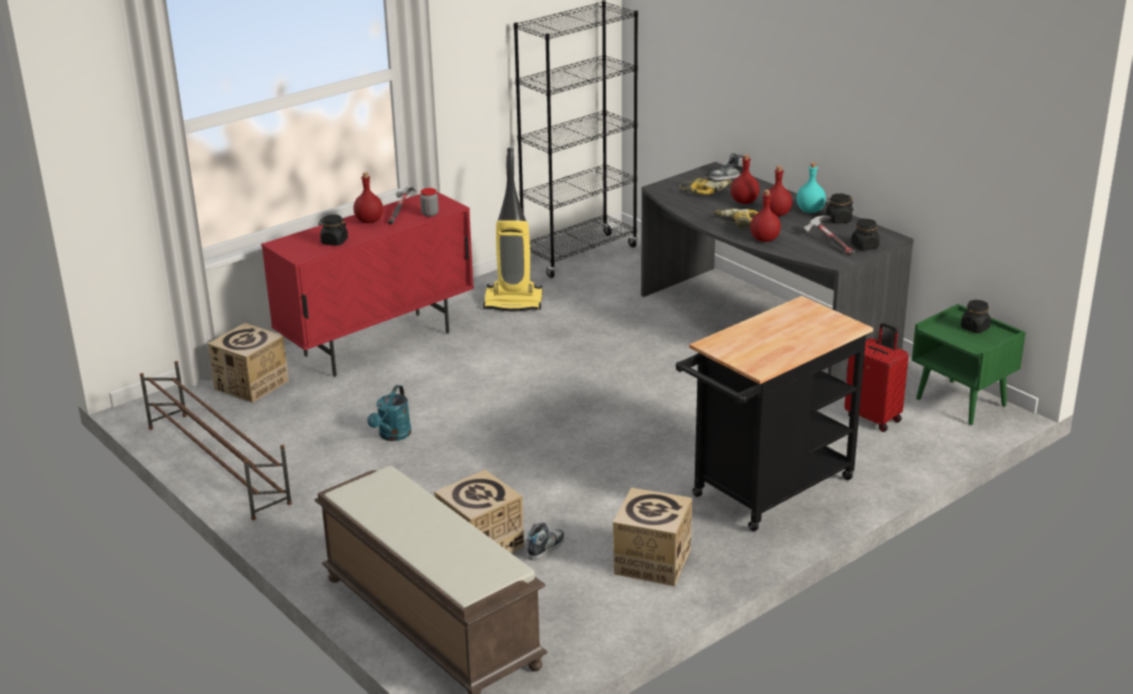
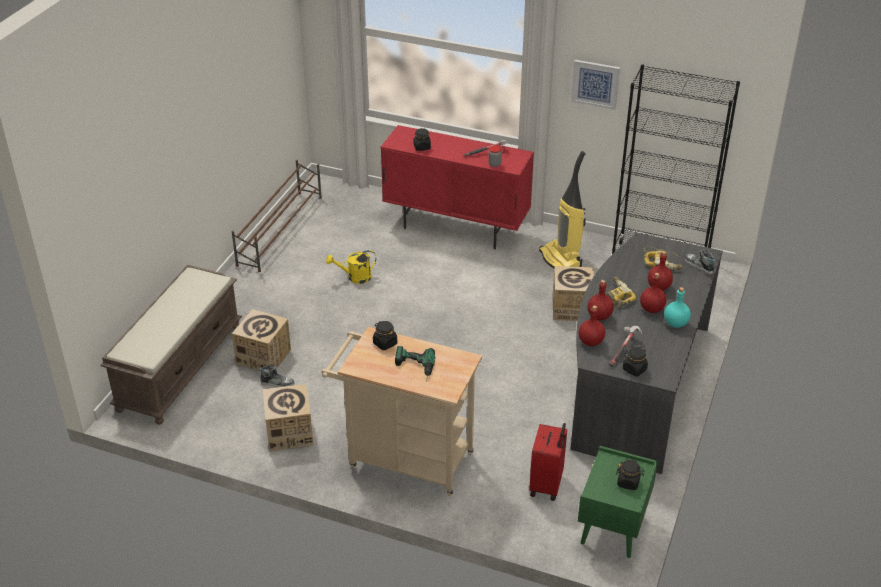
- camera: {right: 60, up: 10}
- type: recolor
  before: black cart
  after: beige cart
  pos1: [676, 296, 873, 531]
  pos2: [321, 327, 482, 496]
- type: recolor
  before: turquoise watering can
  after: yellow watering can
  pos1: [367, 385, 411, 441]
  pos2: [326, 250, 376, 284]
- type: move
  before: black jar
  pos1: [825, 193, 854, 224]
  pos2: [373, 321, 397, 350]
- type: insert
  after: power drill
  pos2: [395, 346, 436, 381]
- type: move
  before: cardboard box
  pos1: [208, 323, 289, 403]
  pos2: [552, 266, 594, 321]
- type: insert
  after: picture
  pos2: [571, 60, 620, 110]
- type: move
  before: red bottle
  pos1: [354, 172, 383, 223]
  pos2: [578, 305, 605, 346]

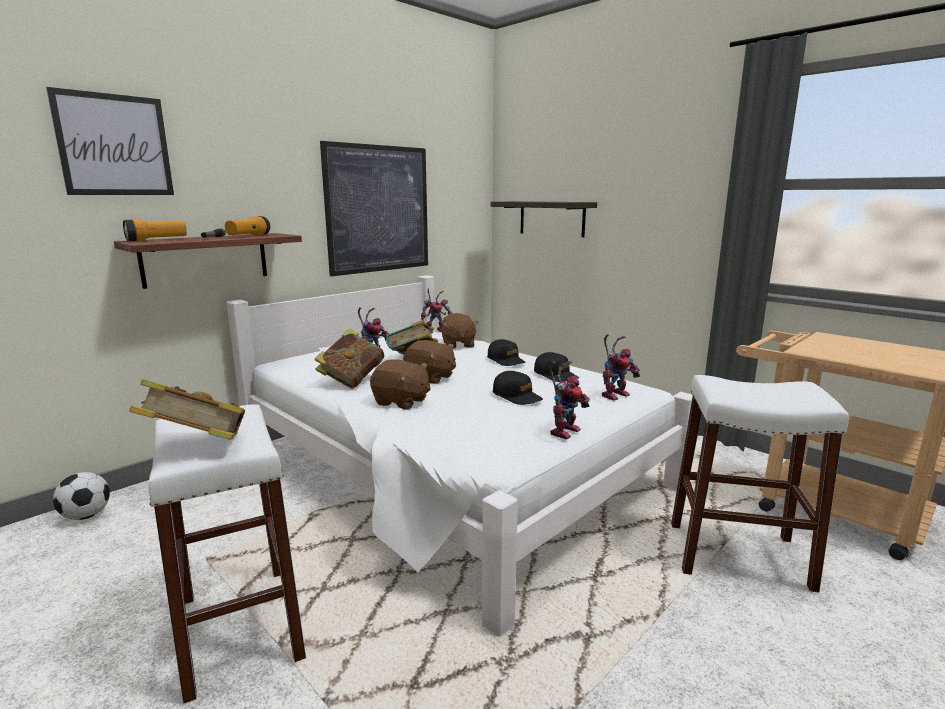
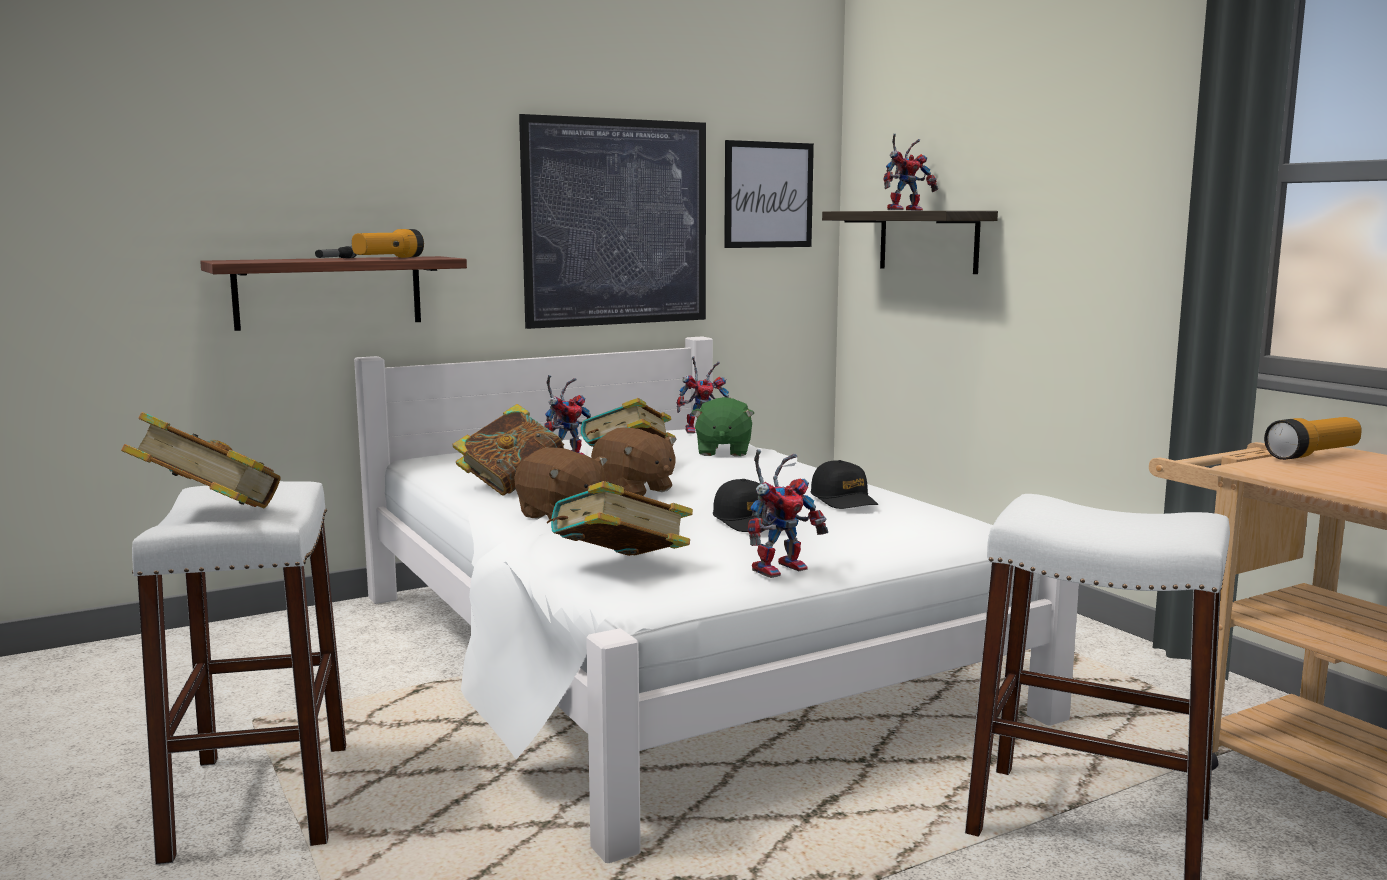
- camera: {right: 15, up: -5}
- type: insert
  after: book
  pos2: [547, 481, 693, 556]
- type: recolor
  before: brown plush toy
  after: green plush toy
  pos1: [441, 313, 478, 349]
  pos2: [692, 397, 754, 457]
- type: move
  before: picture
  pos1: [46, 87, 174, 195]
  pos2: [724, 140, 814, 248]
- type: move
  before: toy robot
  pos1: [602, 334, 640, 401]
  pos2: [883, 134, 938, 211]
- type: move
  before: flashlight
  pos1: [123, 220, 187, 242]
  pos2: [1264, 417, 1361, 460]
- type: delete
  before: football
  pos1: [53, 472, 110, 520]
- type: delete
  before: black cap
  pos1: [487, 339, 526, 366]

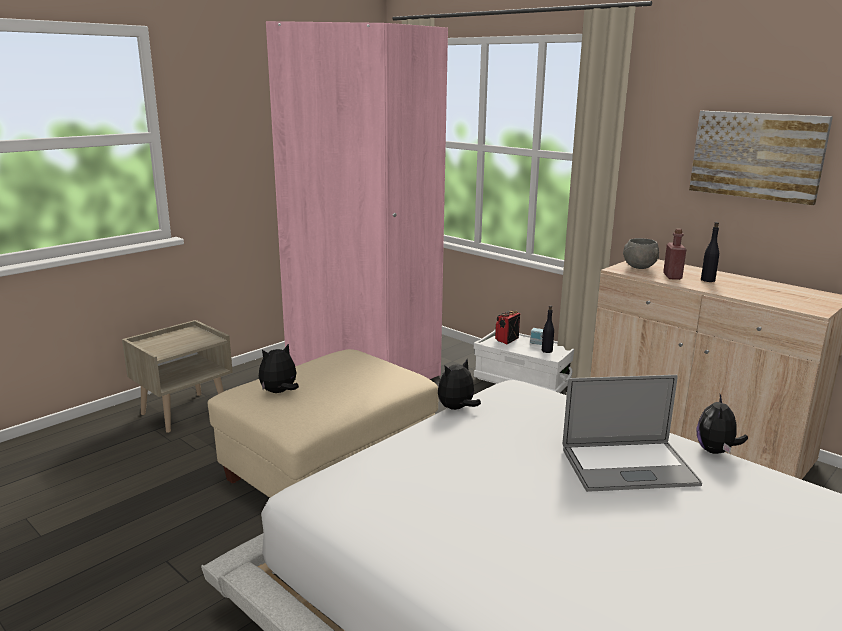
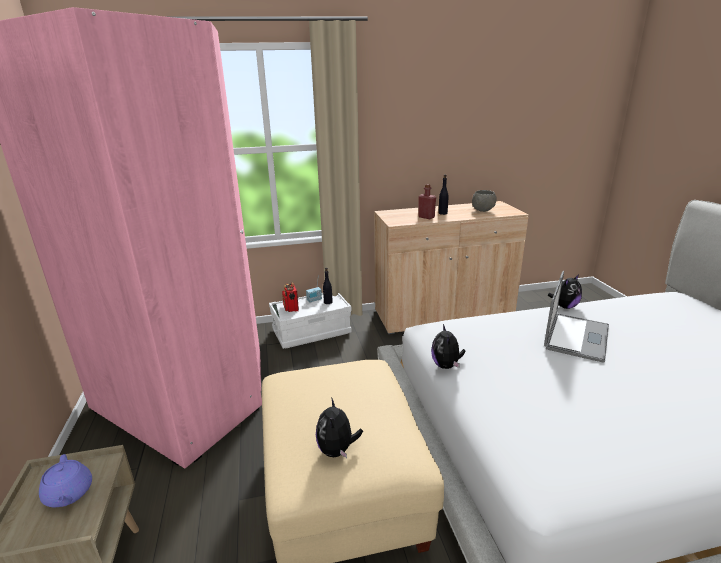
- camera: {right: -55, up: 5}
- type: insert
  after: purple teapot
  pos2: [39, 454, 92, 507]
- type: move
  before: grey bowl
  pos1: [623, 238, 659, 269]
  pos2: [472, 190, 497, 212]
- type: rotate
  before: plush toy
  pos1: [696, 394, 748, 454]
  pos2: [548, 274, 582, 309]
  turn: -90
- type: delete
  before: picture
  pos1: [689, 111, 833, 205]

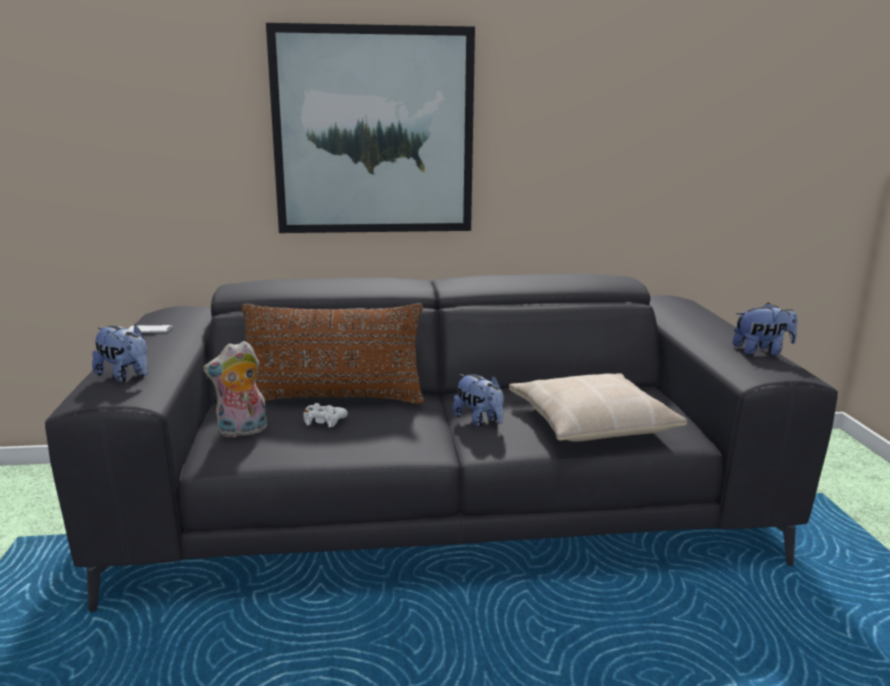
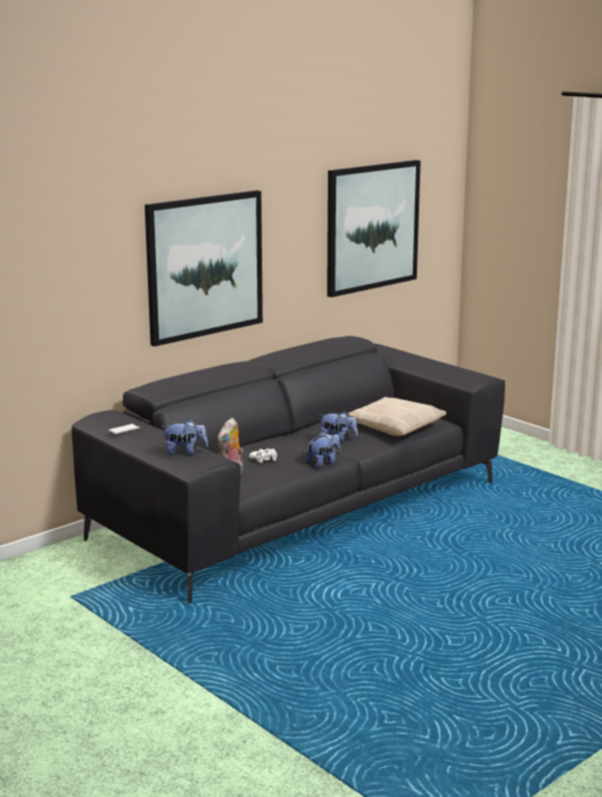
- camera: {right: -35, up: 0}
- type: move
  before: plush toy
  pos1: [733, 302, 798, 355]
  pos2: [306, 432, 340, 468]
- type: insert
  after: picture
  pos2: [327, 160, 421, 297]
- type: delete
  before: brown pillow
  pos1: [242, 303, 424, 404]

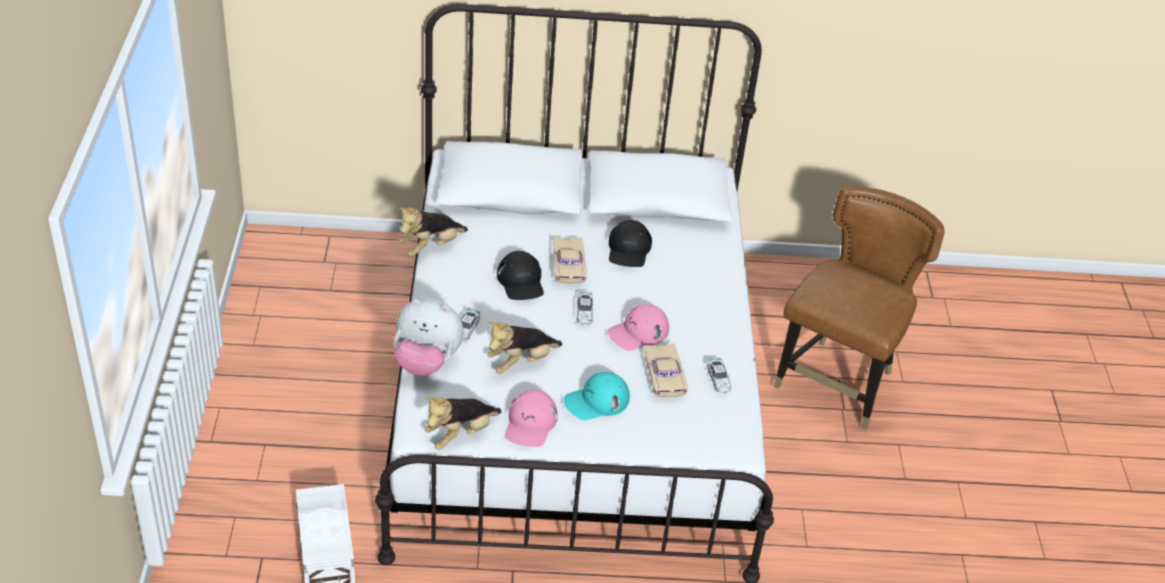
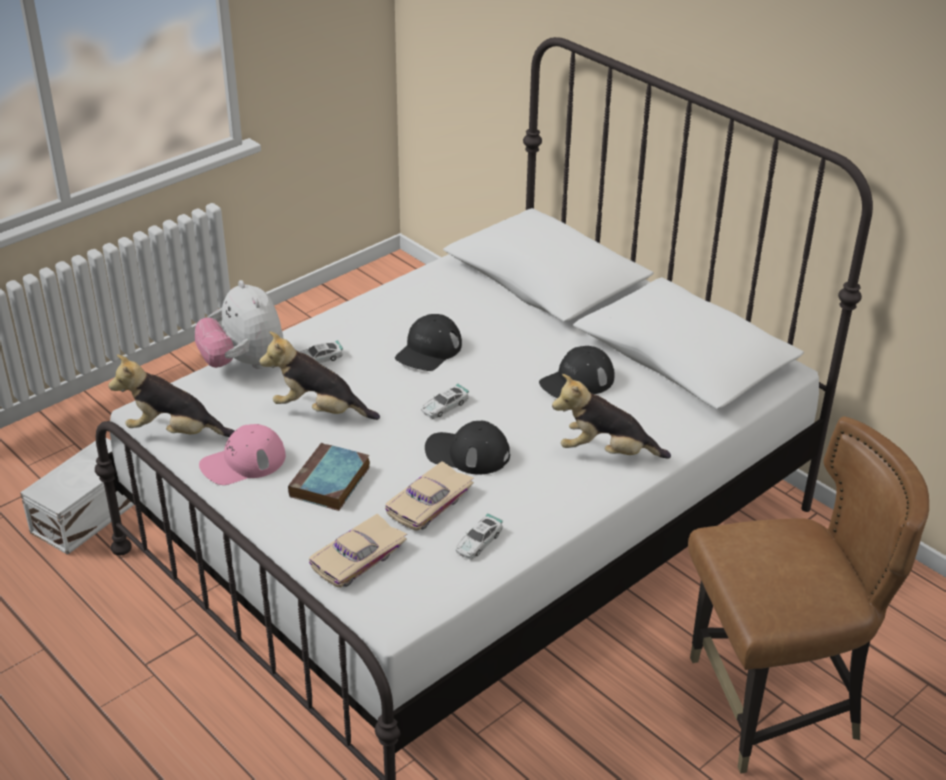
- camera: {right: 50, up: -5}
- type: replace
  before: turquoise cap
  after: book
  pos1: [564, 372, 630, 420]
  pos2: [288, 443, 370, 511]
- type: move
  before: beige toy car
  pos1: [553, 237, 587, 283]
  pos2: [309, 514, 407, 588]
- type: recolor
  before: pink cap
  after: black cap
  pos1: [608, 304, 669, 351]
  pos2: [425, 421, 510, 474]
- type: move
  before: plush toy
  pos1: [399, 207, 468, 257]
  pos2: [552, 374, 671, 458]

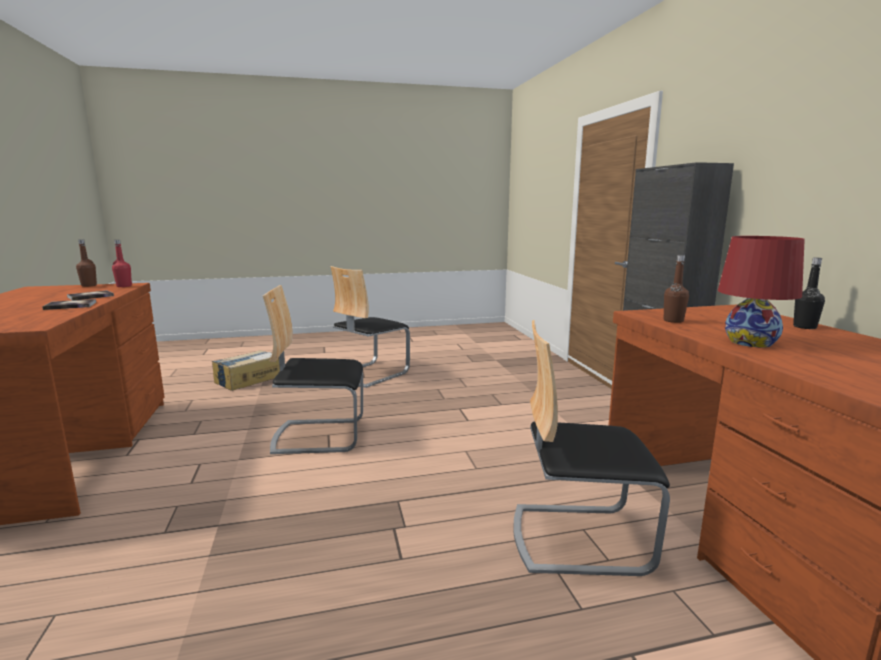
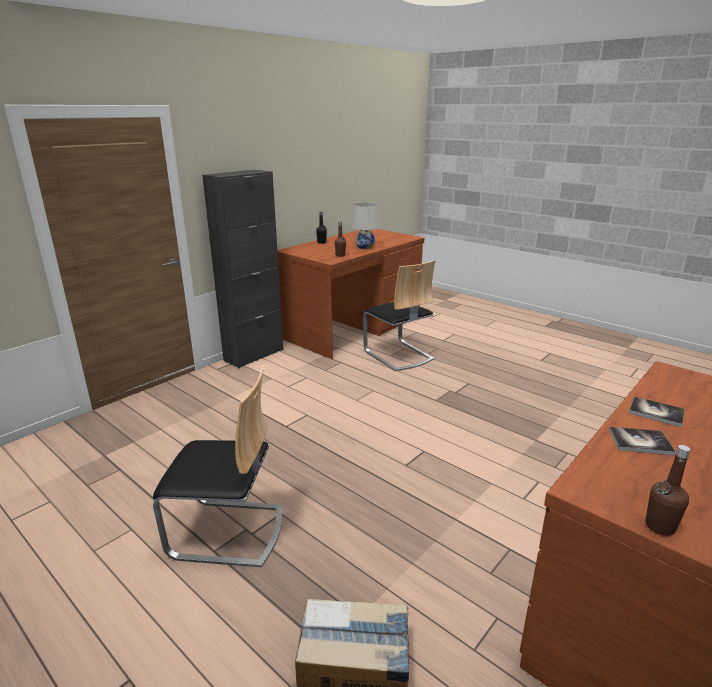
- camera: {right: -125, up: 10}
- type: recolor
  before: red table lamp
  after: white table lamp
  pos1: [718, 236, 805, 347]
  pos2: [351, 202, 380, 249]
- type: delete
  before: red bottle
  pos1: [112, 240, 132, 287]
- type: delete
  before: chair
  pos1: [263, 285, 363, 454]

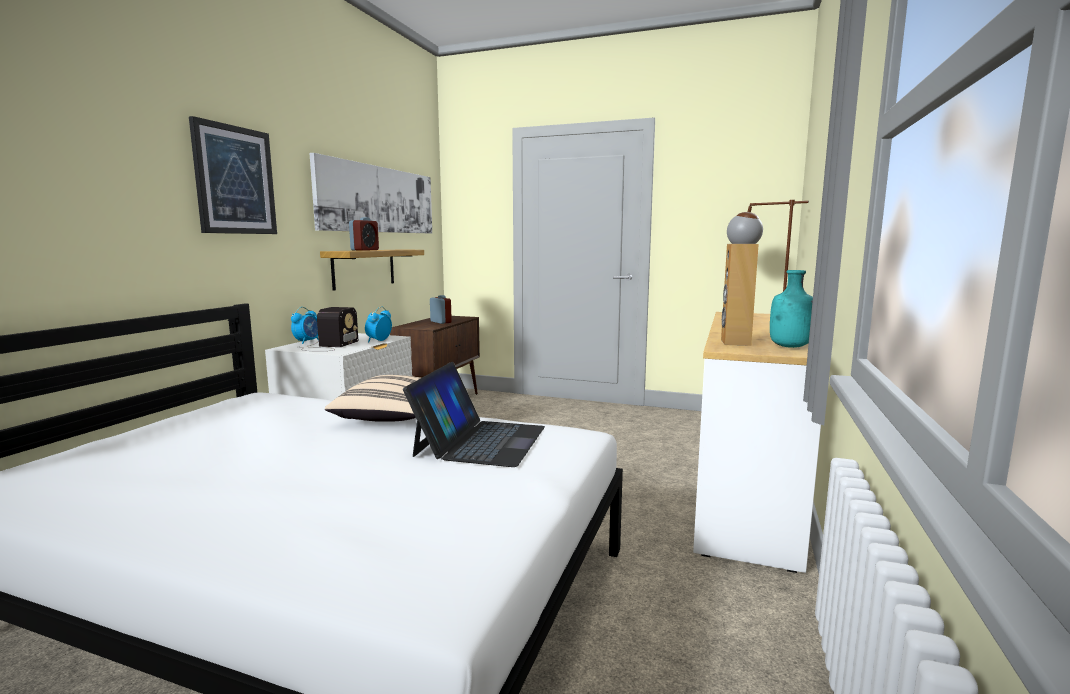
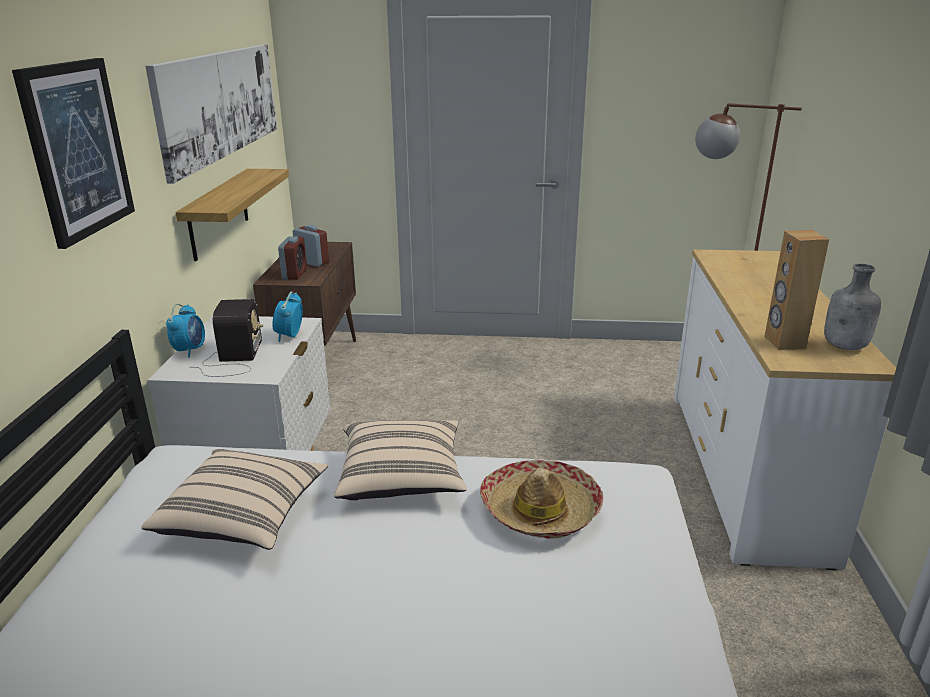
- camera: {right: -15, up: 15}
- type: insert
  after: beige pillow
  pos2: [141, 449, 328, 550]
- type: move
  before: alarm clock
  pos1: [349, 217, 379, 251]
  pos2: [278, 236, 307, 280]
- type: replace
  before: laptop
  after: hat
  pos1: [403, 362, 545, 467]
  pos2: [480, 460, 603, 538]
- type: recolor
  before: turquoise bottle
  after: grey bottle
  pos1: [770, 270, 813, 348]
  pos2: [824, 263, 881, 350]

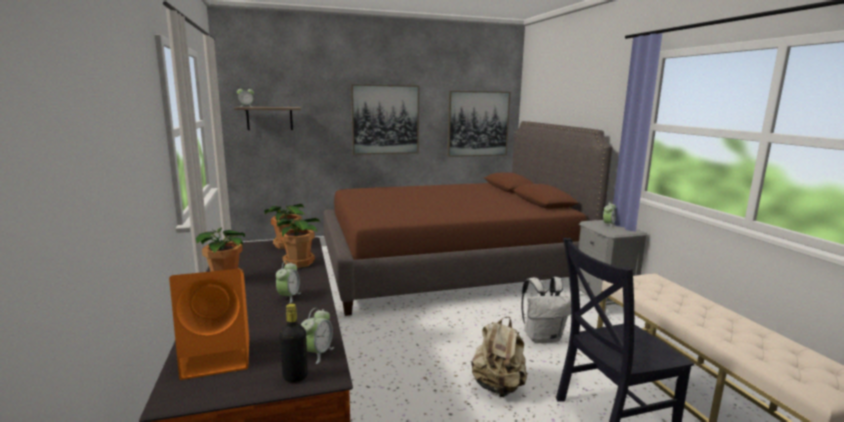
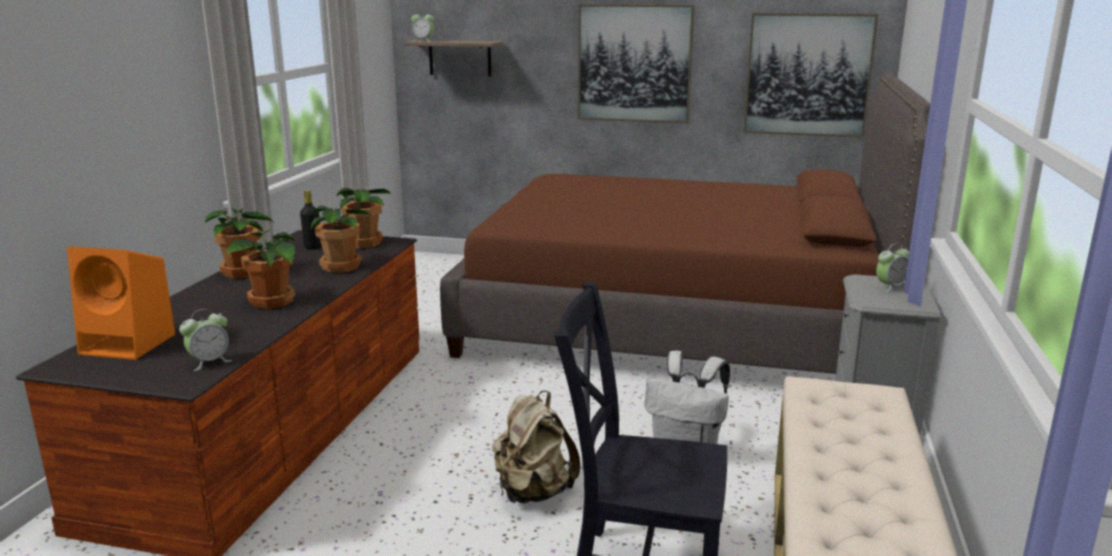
- camera: {right: 30, up: 5}
- type: replace
  before: alarm clock
  after: potted plant
  pos1: [276, 261, 301, 303]
  pos2: [226, 229, 296, 309]
- type: move
  before: black bottle
  pos1: [279, 304, 308, 383]
  pos2: [300, 190, 321, 250]

